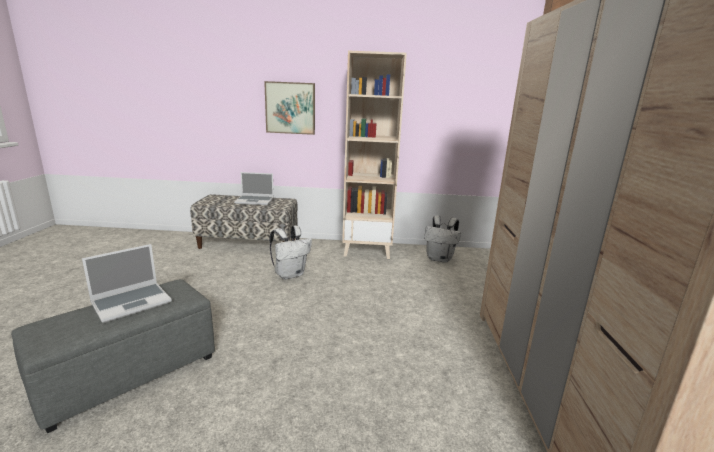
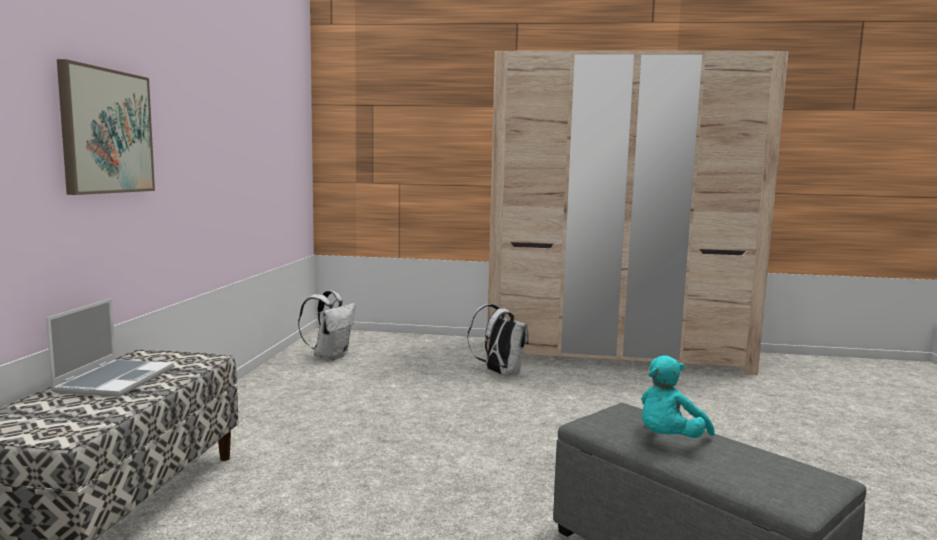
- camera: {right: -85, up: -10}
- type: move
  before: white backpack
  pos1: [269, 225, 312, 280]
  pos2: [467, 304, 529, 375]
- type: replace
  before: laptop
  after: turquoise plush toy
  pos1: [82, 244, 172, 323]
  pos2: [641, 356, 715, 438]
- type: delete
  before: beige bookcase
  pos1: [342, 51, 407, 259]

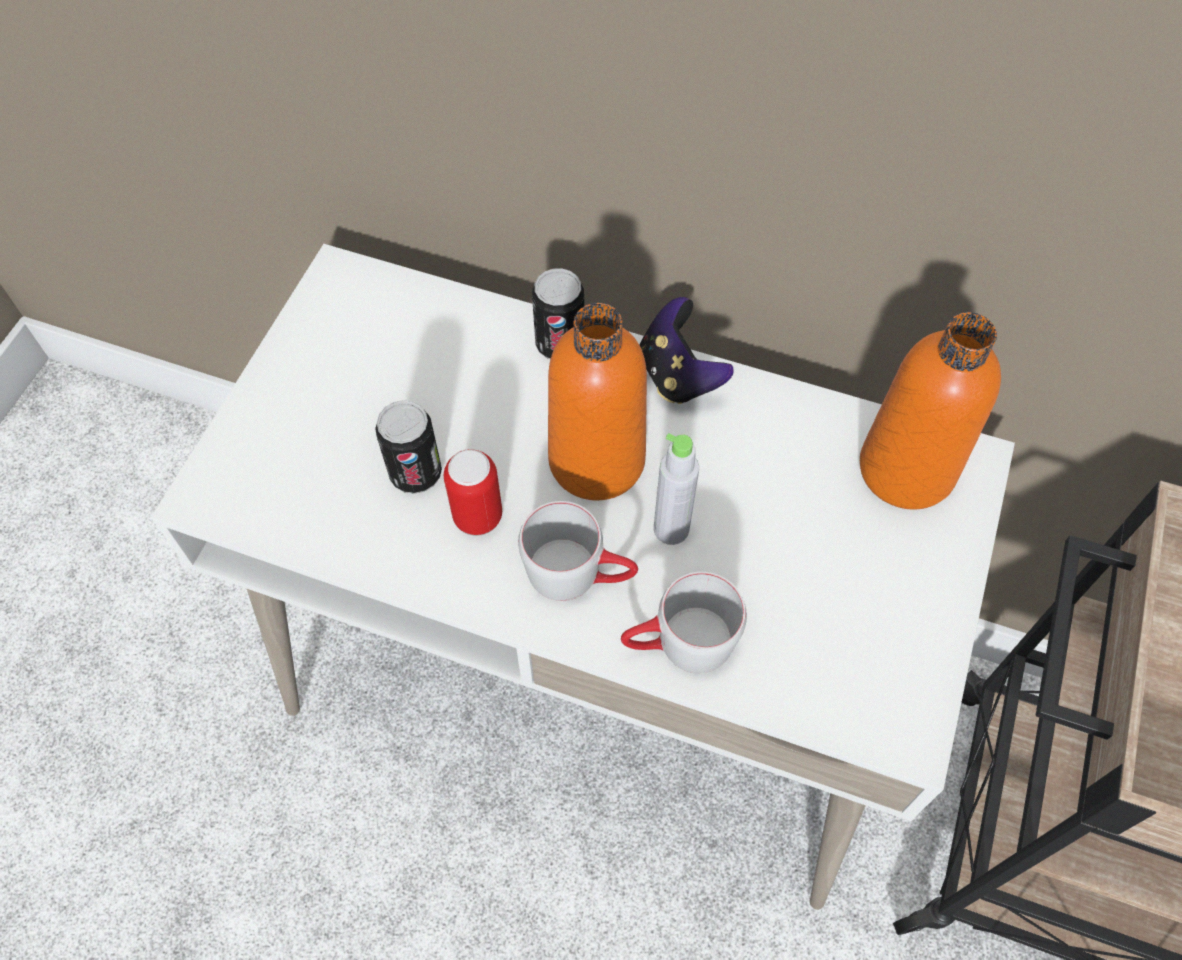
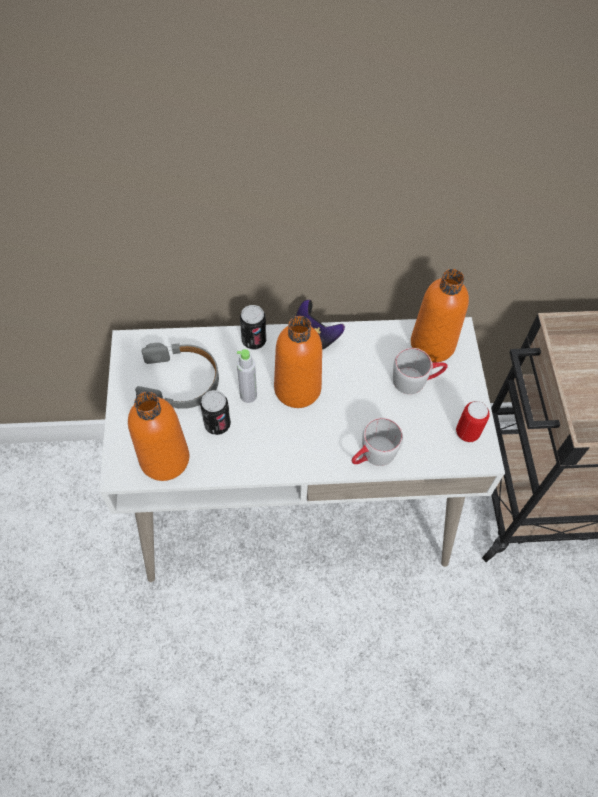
- camera: {right: -25, up: 0}
- type: insert
  after: orange bottle
  pos2: [128, 391, 189, 481]
- type: insert
  after: grey headphones
  pos2: [135, 343, 219, 409]
- type: move
  before: grey bottle
  pos1: [654, 433, 699, 545]
  pos2: [237, 349, 257, 403]
- type: move
  before: grey mug
  pos1: [518, 501, 638, 601]
  pos2: [393, 348, 447, 394]
- type: move
  before: can
  pos1: [444, 449, 502, 536]
  pos2: [456, 401, 490, 442]

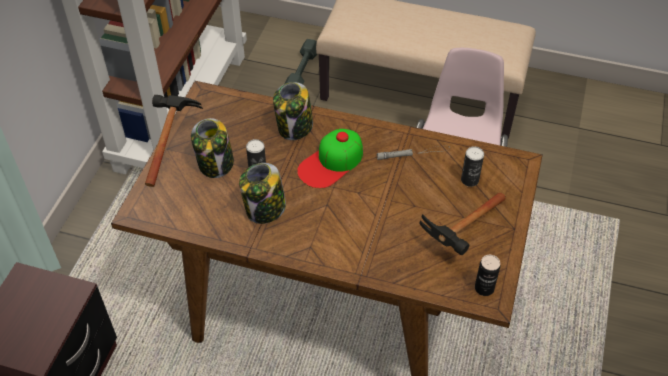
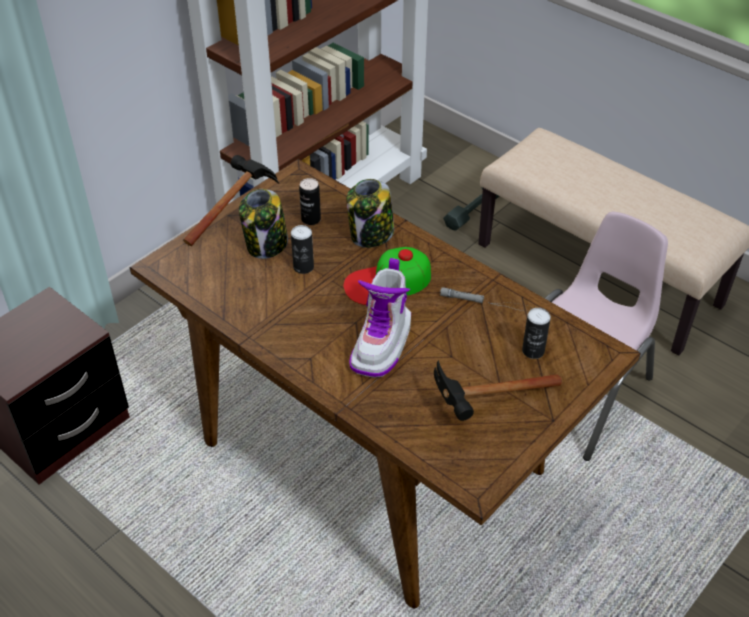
- camera: {right: 25, up: -5}
- type: move
  before: can
  pos1: [475, 255, 500, 296]
  pos2: [299, 178, 321, 225]
- type: insert
  after: boot
  pos2: [349, 258, 411, 378]
- type: delete
  before: jar
  pos1: [239, 163, 286, 224]

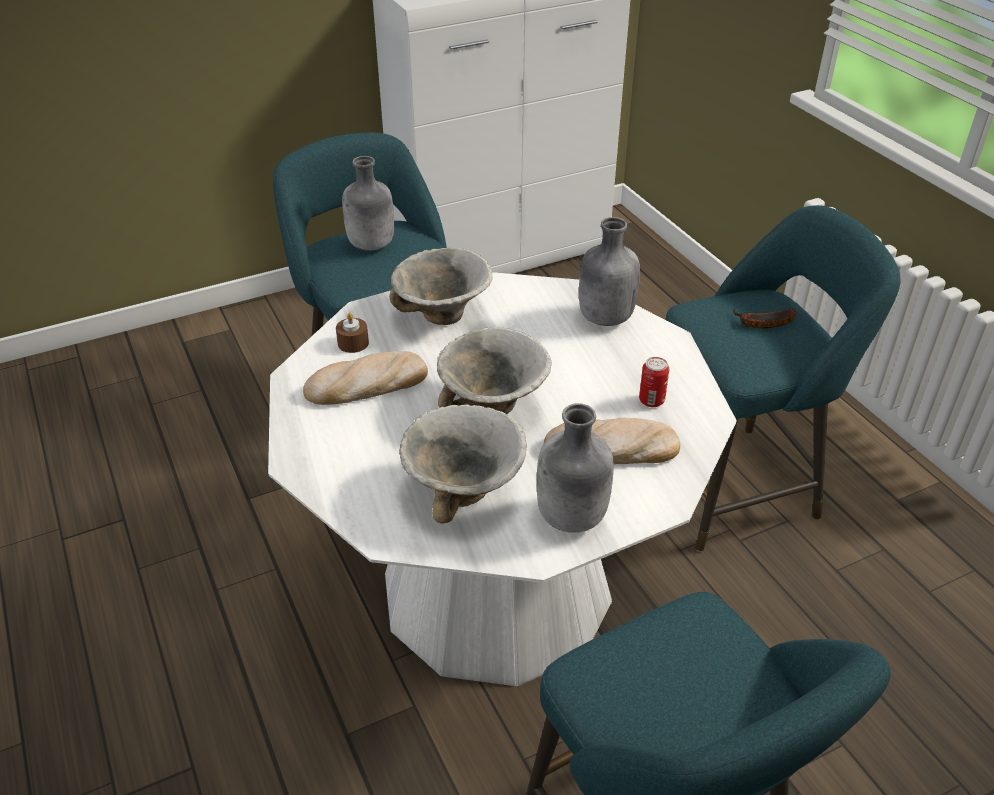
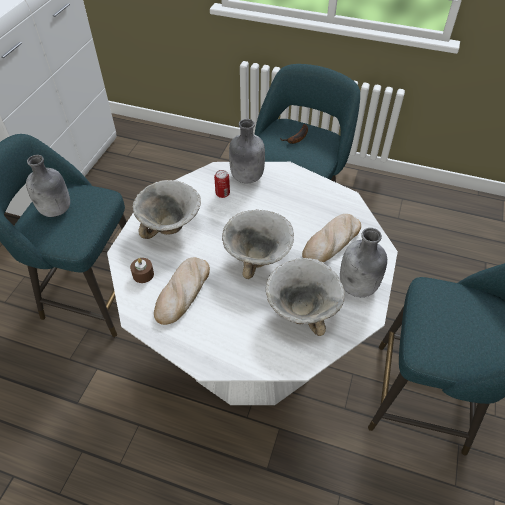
- camera: {right: -45, up: 10}
- type: move
  before: can
  pos1: [639, 357, 669, 407]
  pos2: [214, 170, 230, 198]

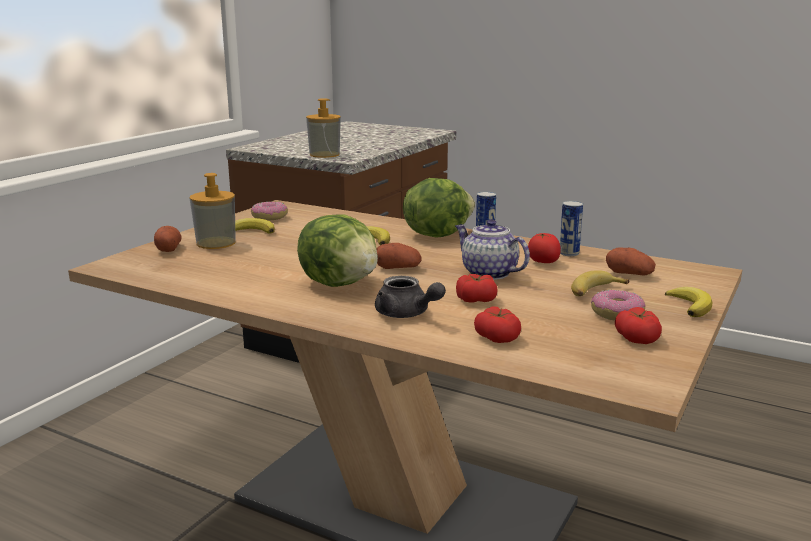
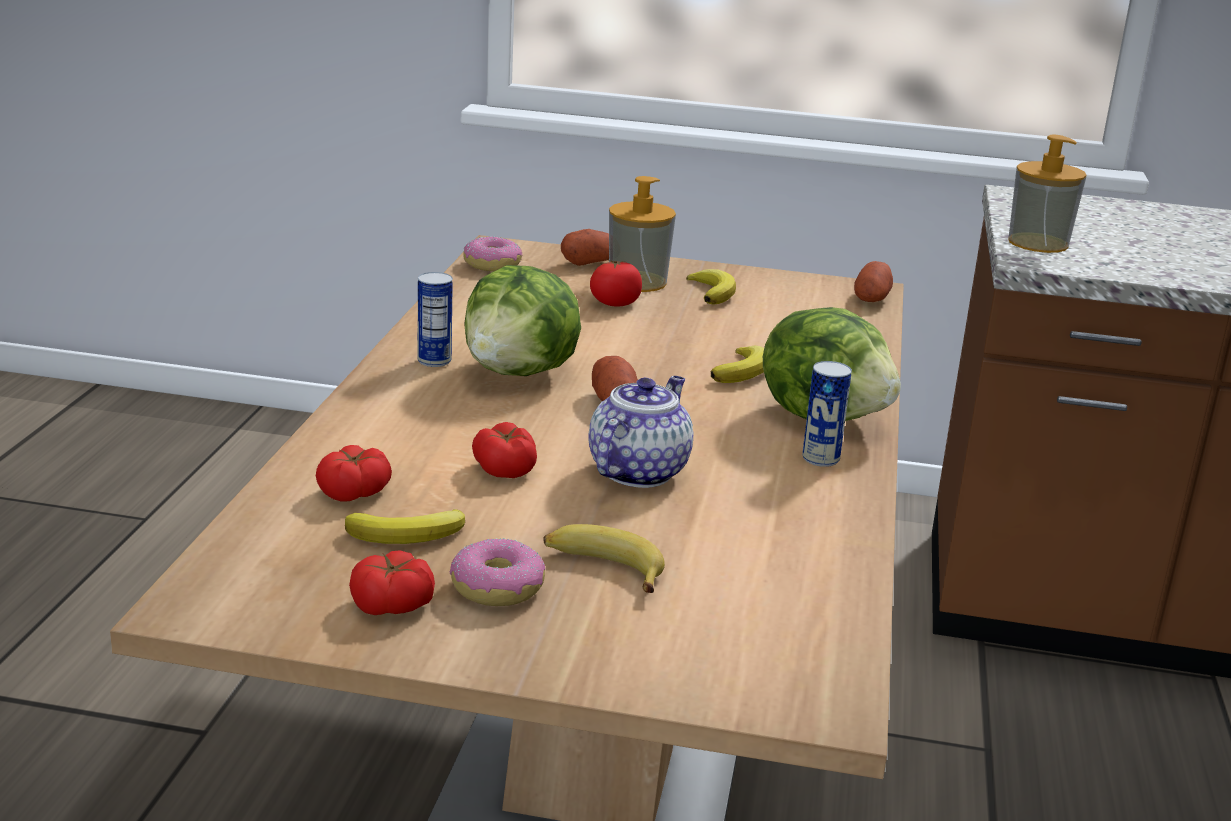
- camera: {right: 70, up: 5}
- type: move
  before: banana
  pos1: [665, 287, 712, 317]
  pos2: [345, 509, 465, 544]
- type: move
  before: can
  pos1: [560, 201, 583, 256]
  pos2: [417, 272, 453, 367]
- type: move
  before: donut
  pos1: [251, 202, 288, 221]
  pos2: [463, 236, 522, 271]
- type: move
  before: tomato
  pos1: [528, 233, 561, 263]
  pos2: [590, 259, 642, 307]
- type: move
  before: potato
  pos1: [606, 247, 656, 276]
  pos2: [854, 261, 893, 302]
- type: delete
  before: grey teapot
  pos1: [375, 276, 446, 318]

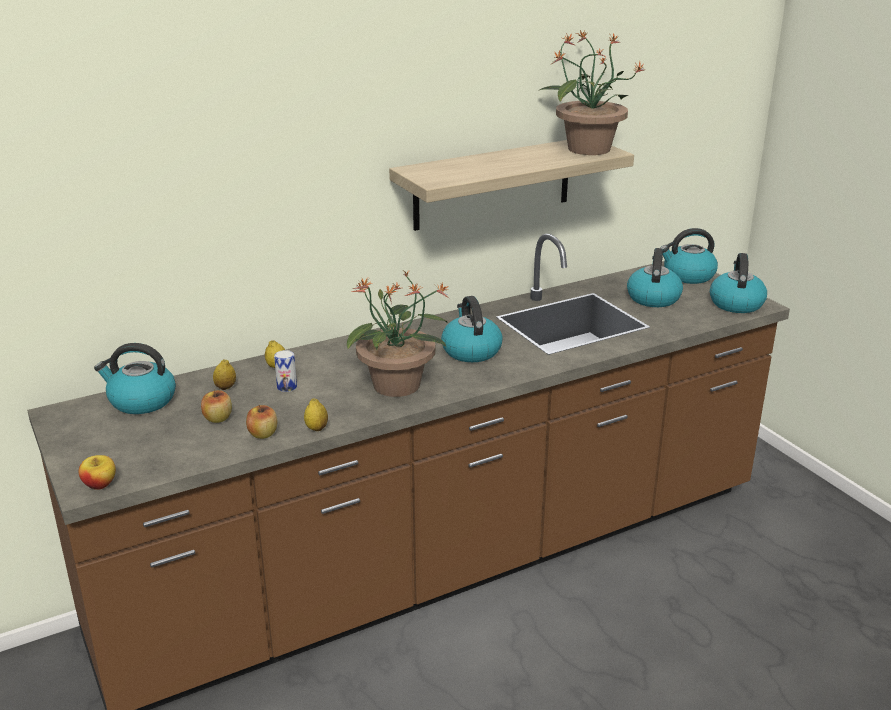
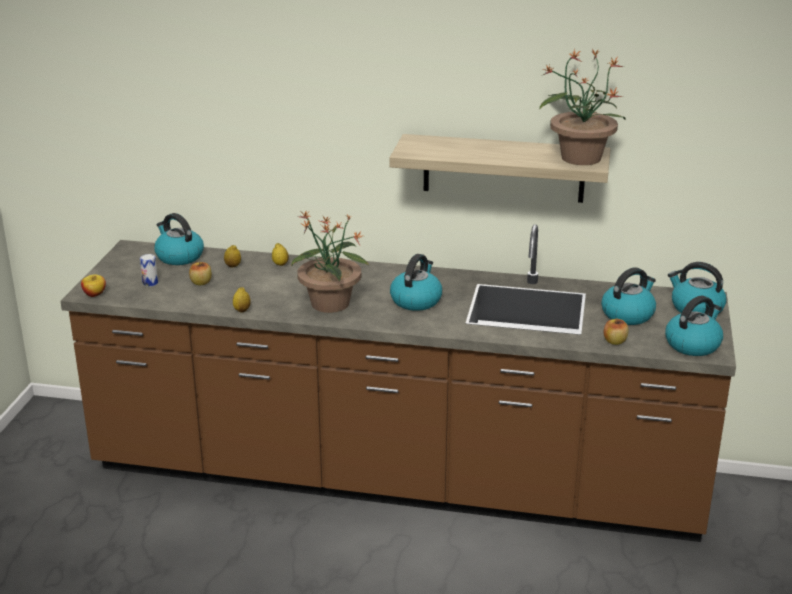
- camera: {right: 40, up: 0}
- type: move
  before: can
  pos1: [274, 350, 297, 392]
  pos2: [140, 254, 158, 287]
- type: move
  before: apple
  pos1: [246, 405, 277, 439]
  pos2: [604, 319, 629, 345]

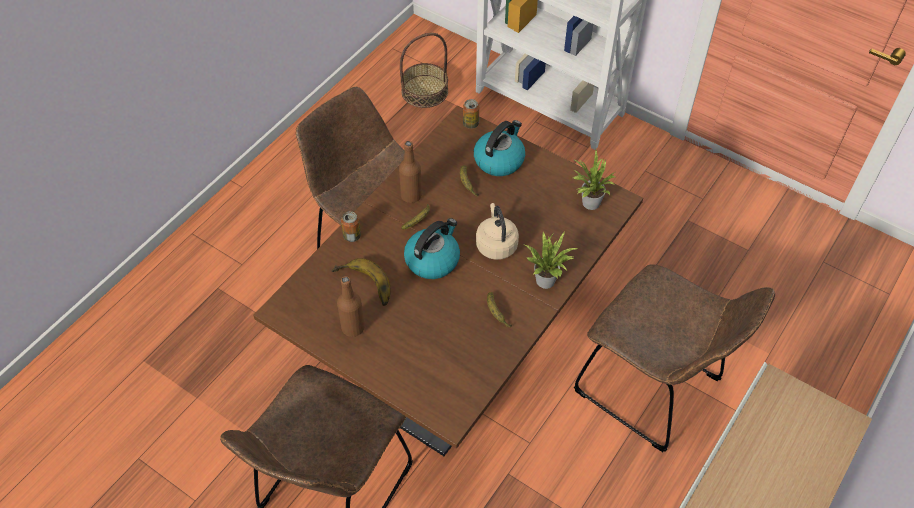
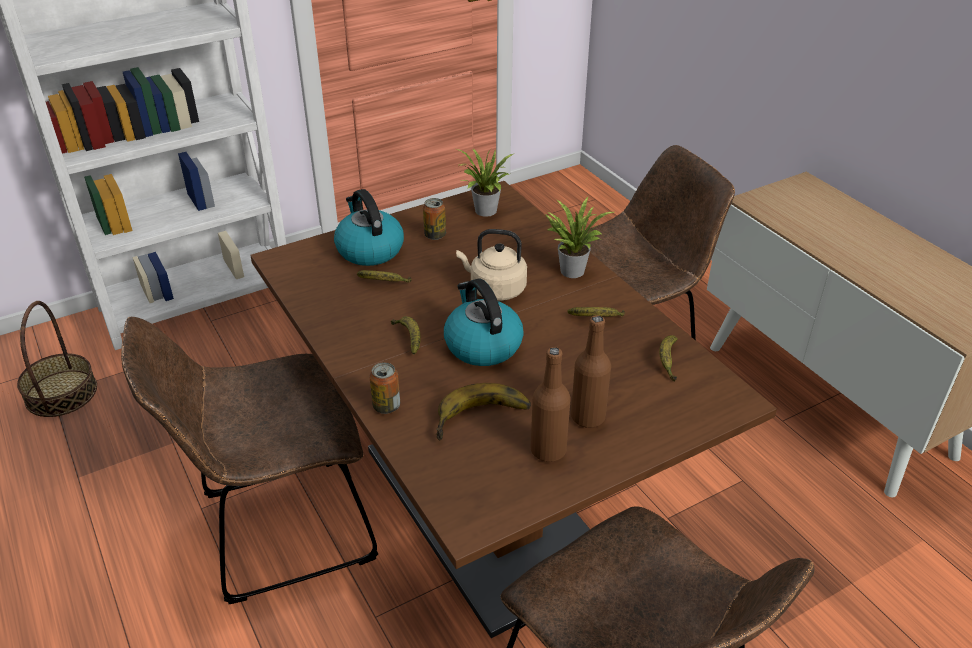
- camera: {right: -65, up: -15}
- type: move
  before: can
  pos1: [463, 99, 479, 129]
  pos2: [423, 198, 446, 240]
- type: move
  before: brown bottle
  pos1: [399, 141, 422, 203]
  pos2: [571, 315, 611, 428]
- type: insert
  after: banana
  pos2: [659, 335, 678, 382]

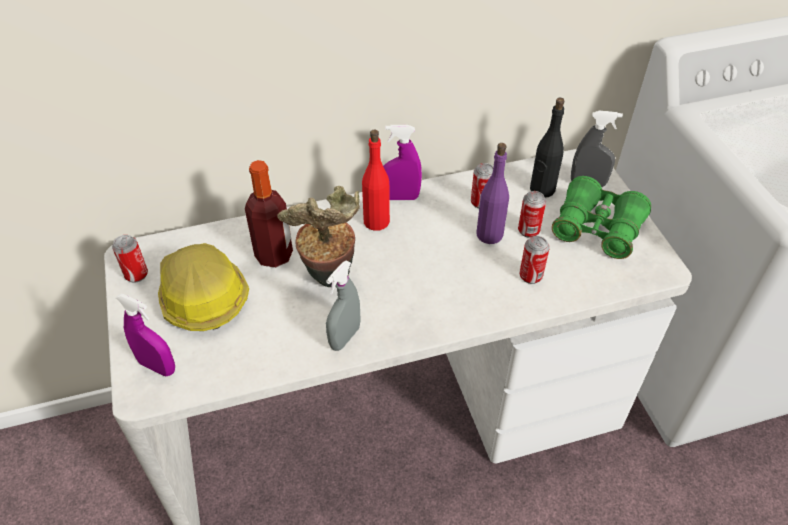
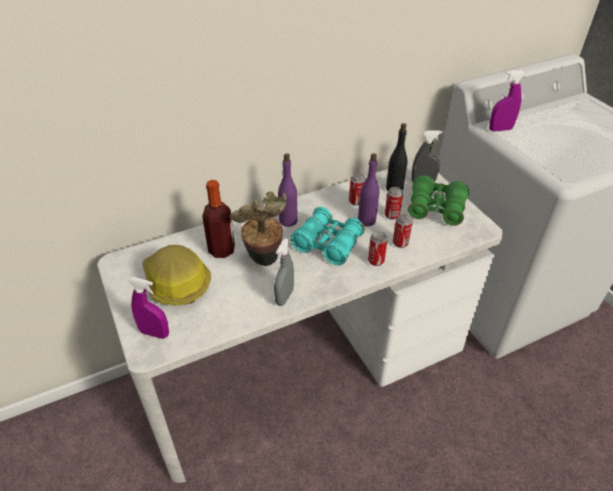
- camera: {right: -10, up: -5}
- type: recolor
  before: red bottle
  after: purple bottle
  pos1: [362, 130, 390, 231]
  pos2: [278, 153, 297, 227]
- type: insert
  after: turquoise binoculars
  pos2: [290, 207, 365, 265]
- type: move
  before: can
  pos1: [112, 235, 148, 283]
  pos2: [368, 231, 388, 266]
- type: move
  before: purple spray bottle
  pos1: [383, 125, 422, 200]
  pos2: [489, 70, 526, 131]

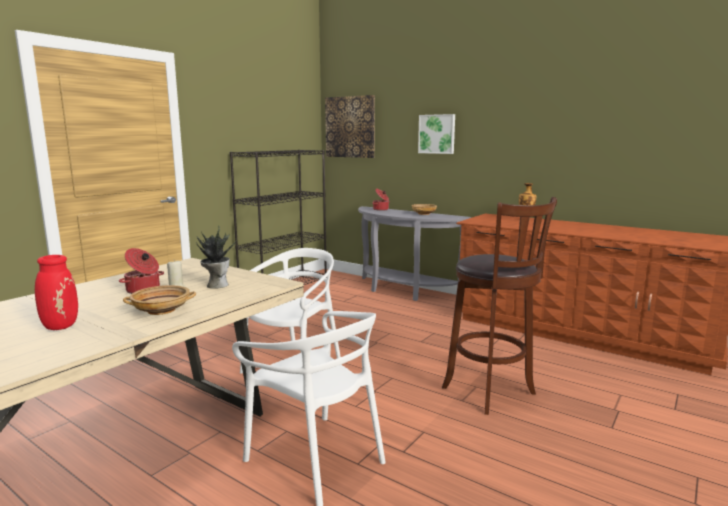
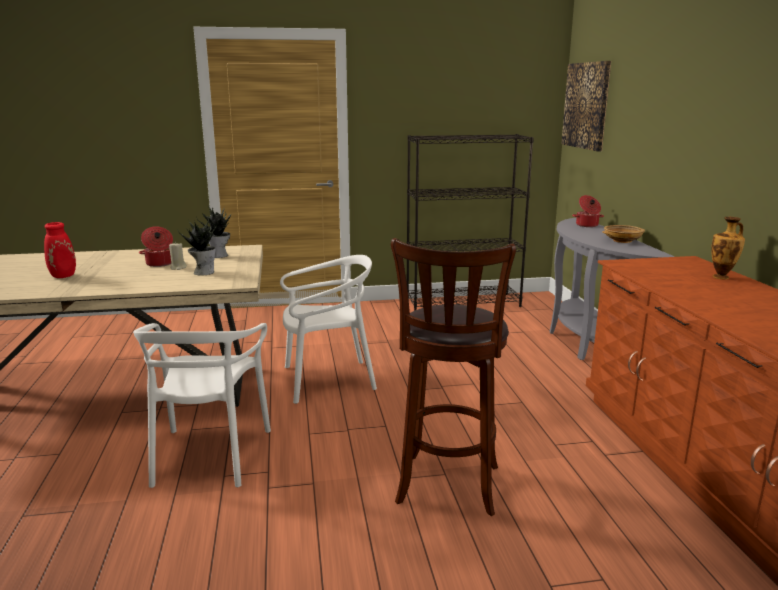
- camera: {right: 45, up: 5}
- type: insert
  after: potted plant
  pos2: [196, 207, 231, 258]
- type: delete
  before: beige bowl
  pos1: [123, 285, 196, 315]
- type: delete
  before: picture
  pos1: [418, 114, 455, 154]

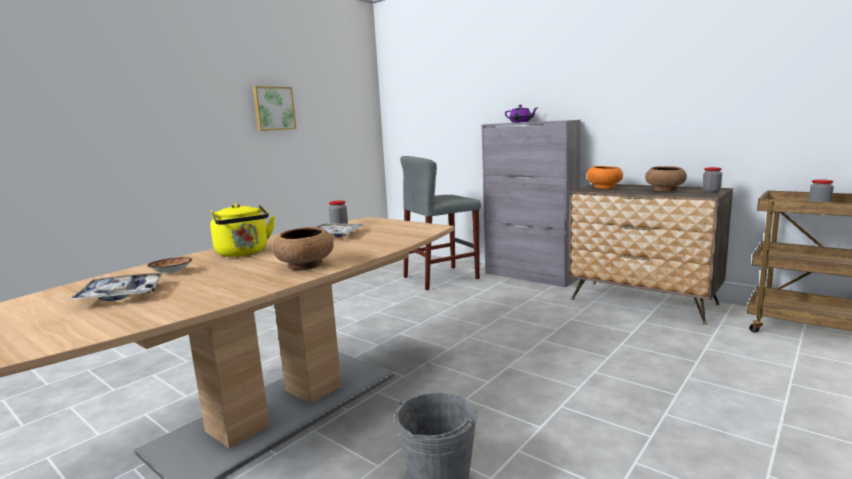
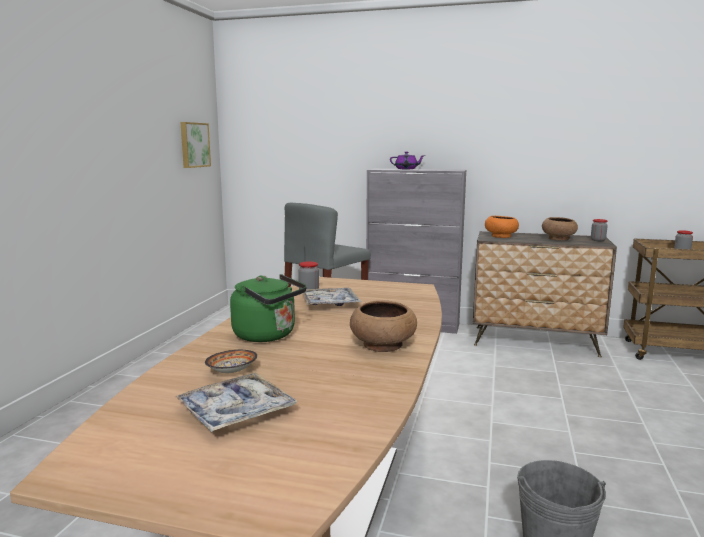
- camera: {right: -25, up: 0}
- type: move
  before: picture
  pos1: [253, 86, 296, 131]
  pos2: [181, 122, 211, 168]
- type: recolor
  before: yellow kettle
  after: green kettle
  pos1: [210, 203, 275, 257]
  pos2: [230, 274, 307, 342]

